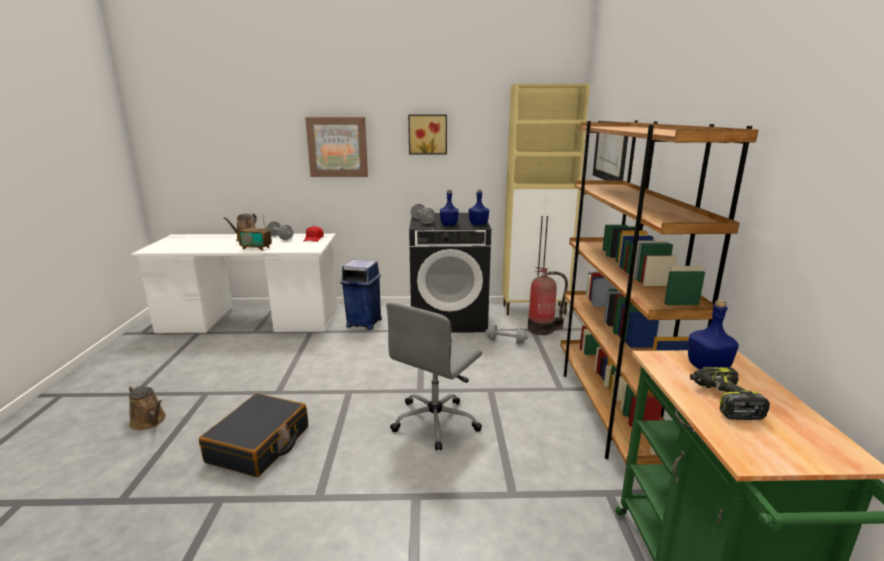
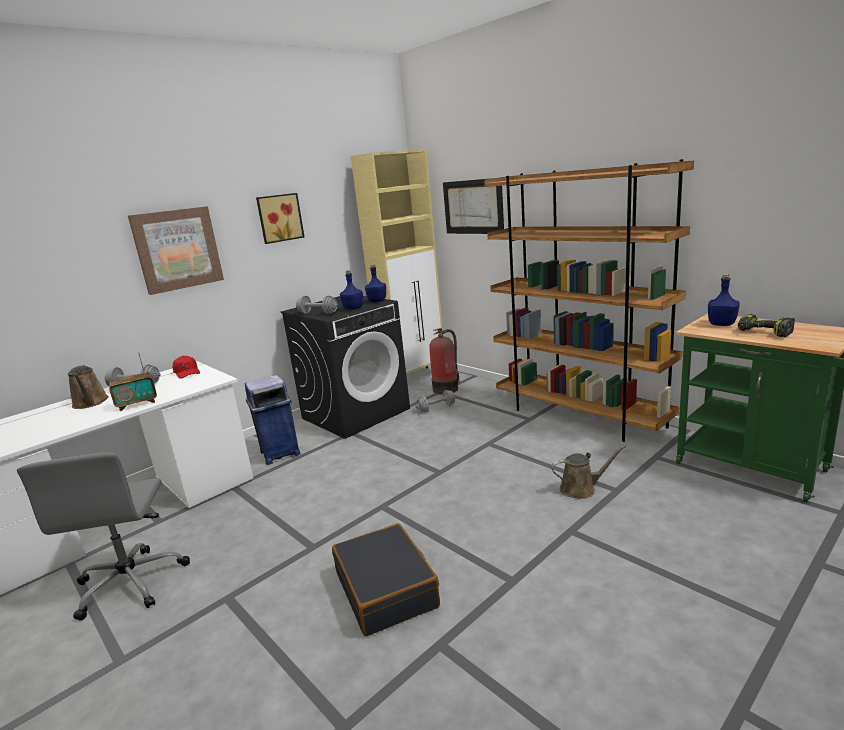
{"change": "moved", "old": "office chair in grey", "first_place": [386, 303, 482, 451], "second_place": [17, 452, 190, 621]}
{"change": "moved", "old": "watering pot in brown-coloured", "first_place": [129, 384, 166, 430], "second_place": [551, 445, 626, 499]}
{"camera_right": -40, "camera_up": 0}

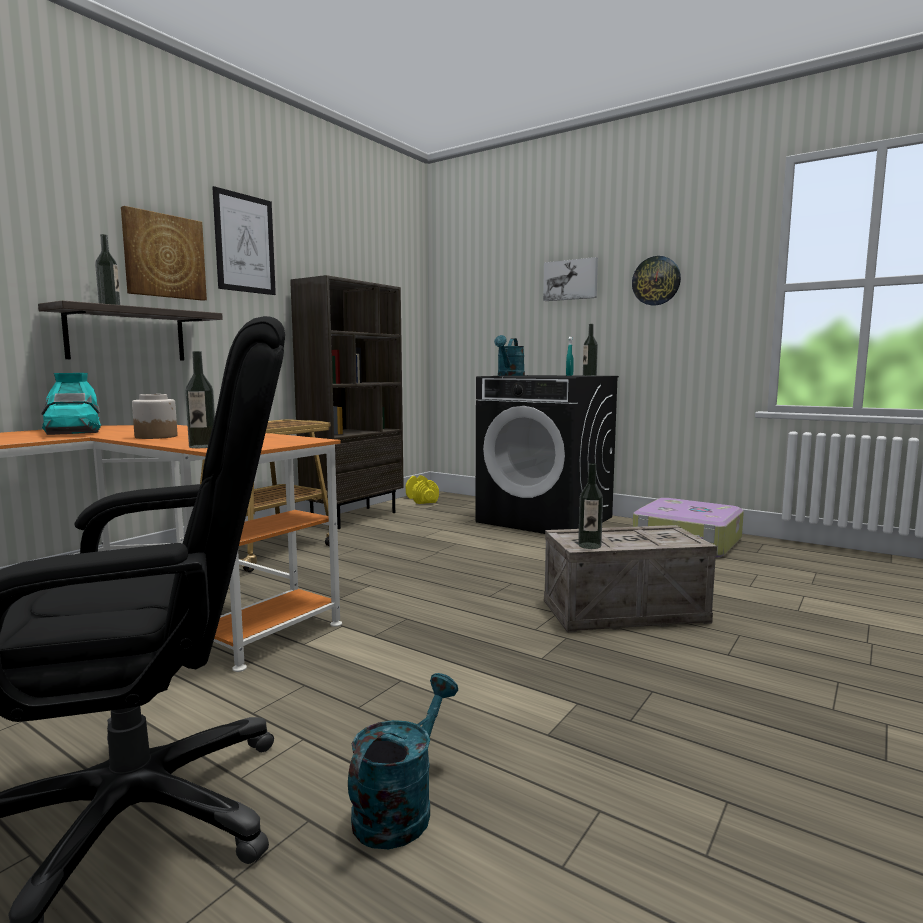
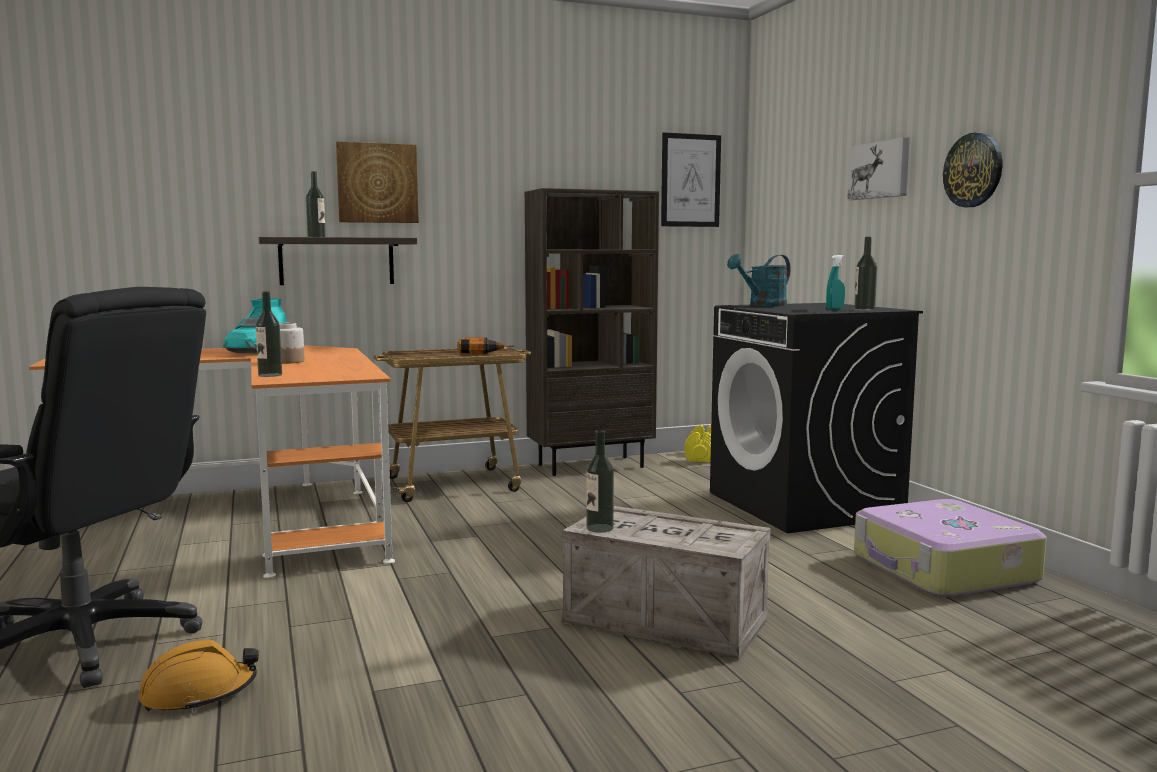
{"change": "replaced", "old": "watering pot in blue-green", "new": "safety helmet in orange-coloured", "first_place": [348, 673, 458, 849], "second_place": [139, 639, 259, 712]}
{"change": "added", "new": "drill", "second_place": [457, 337, 514, 354]}
{"change": "moved", "old": "wall art", "first_place": [212, 186, 276, 295], "second_place": [661, 132, 721, 227]}
{"camera_right": 35, "camera_up": 0}

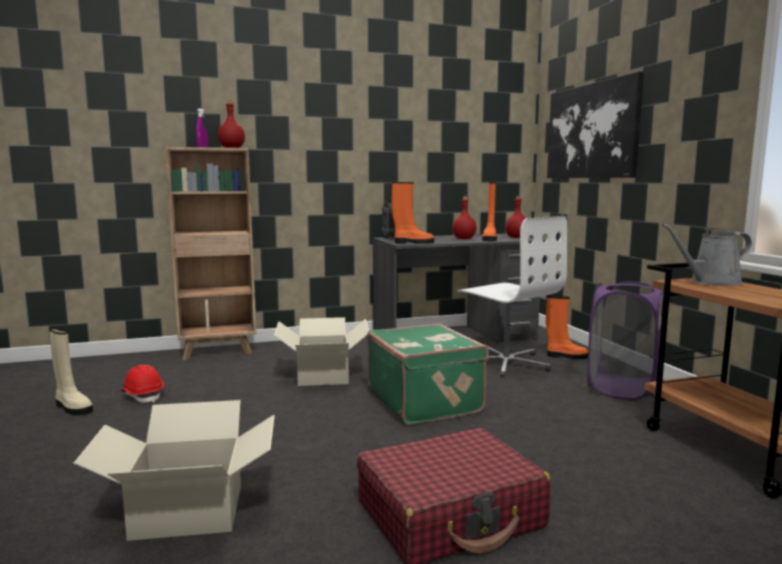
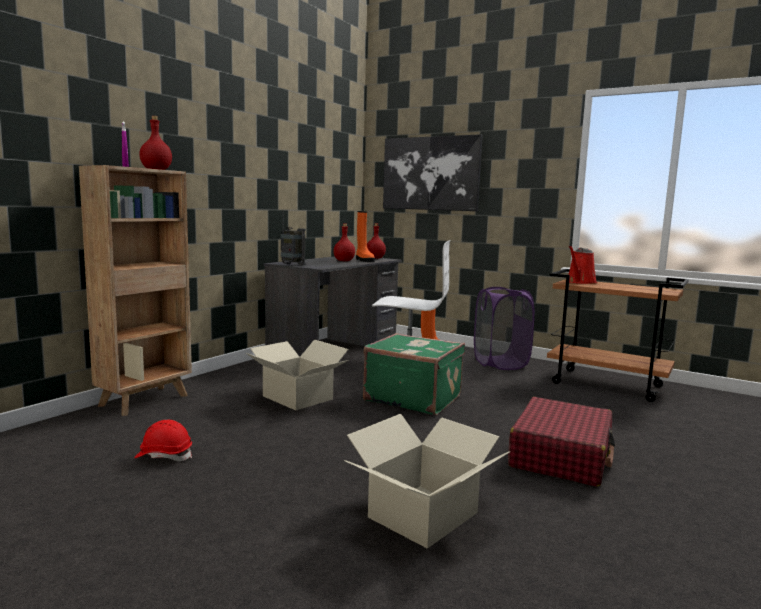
{"change": "recoloured", "old": "watering pot in grey", "new": "watering pot in red-coloured", "first_place": [662, 224, 752, 286], "second_place": [568, 246, 597, 284]}
{"change": "removed", "old": "high-top boot in beige", "first_place": [49, 328, 93, 415]}
{"change": "removed", "old": "high-top boot in orange-coloured", "first_place": [392, 182, 434, 244]}
{"camera_right": -40, "camera_up": 0}

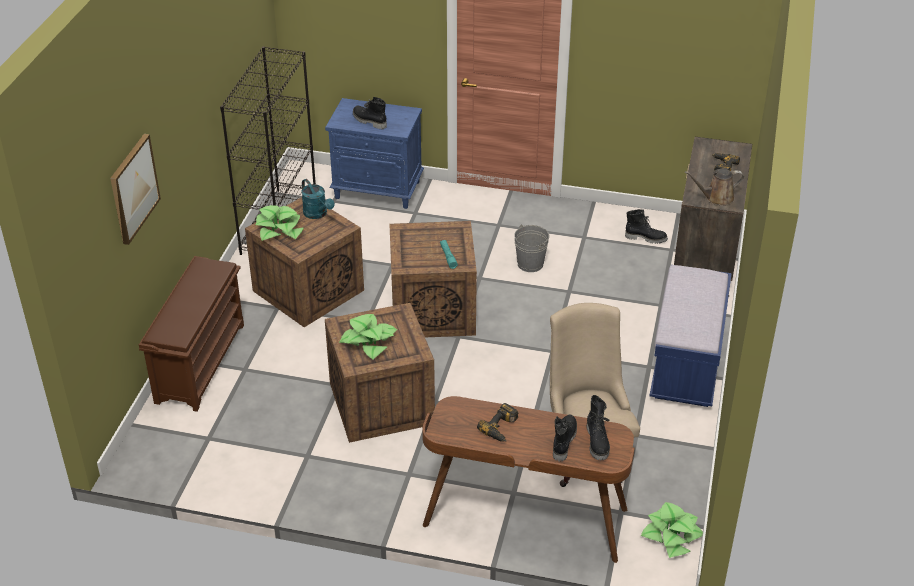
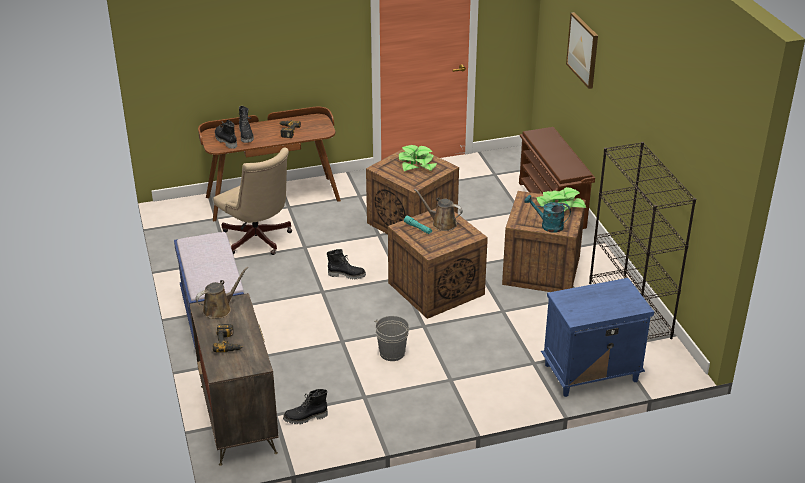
{"change": "moved", "old": "high-top boot in black-coloured", "first_place": [353, 97, 387, 129], "second_place": [327, 249, 366, 280]}
{"change": "added", "new": "watering pot in brown-coloured", "second_place": [414, 189, 463, 231]}
{"change": "removed", "old": "houseplant", "first_place": [641, 502, 703, 558]}
{"camera_right": 150, "camera_up": -5}

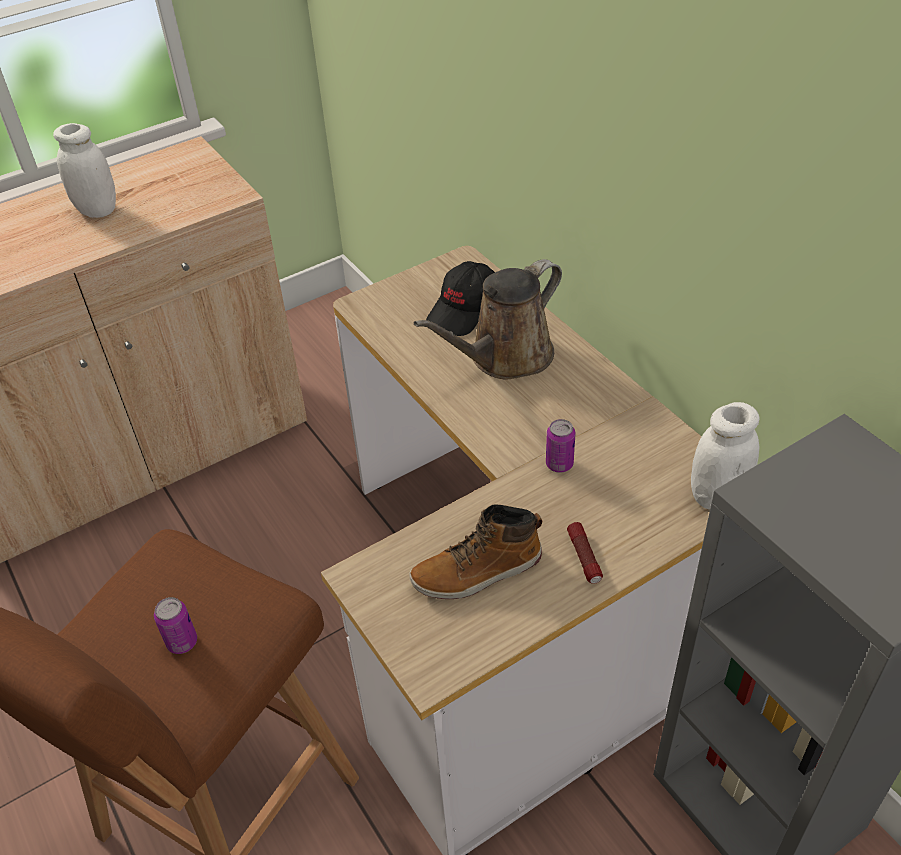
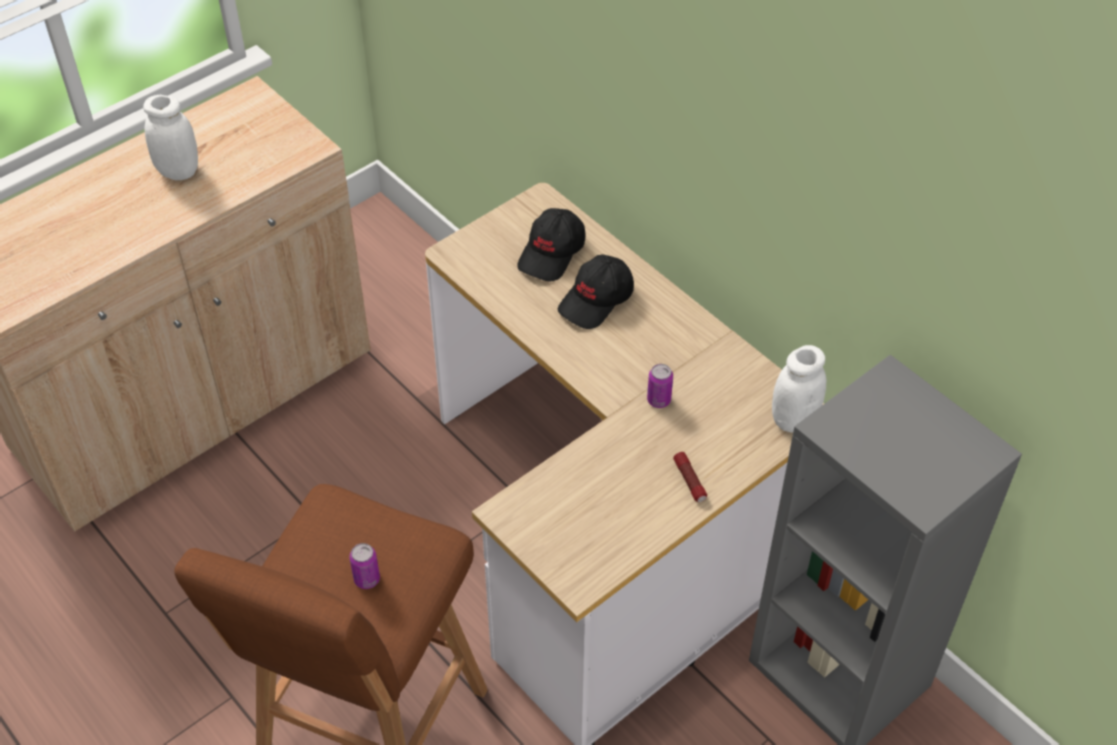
{"change": "replaced", "old": "watering pot in brown-coloured", "new": "peaked cap in black-coloured", "first_place": [414, 259, 562, 380], "second_place": [558, 254, 634, 329]}
{"change": "removed", "old": "high-top boot", "first_place": [409, 504, 542, 599]}
{"camera_right": -10, "camera_up": 5}

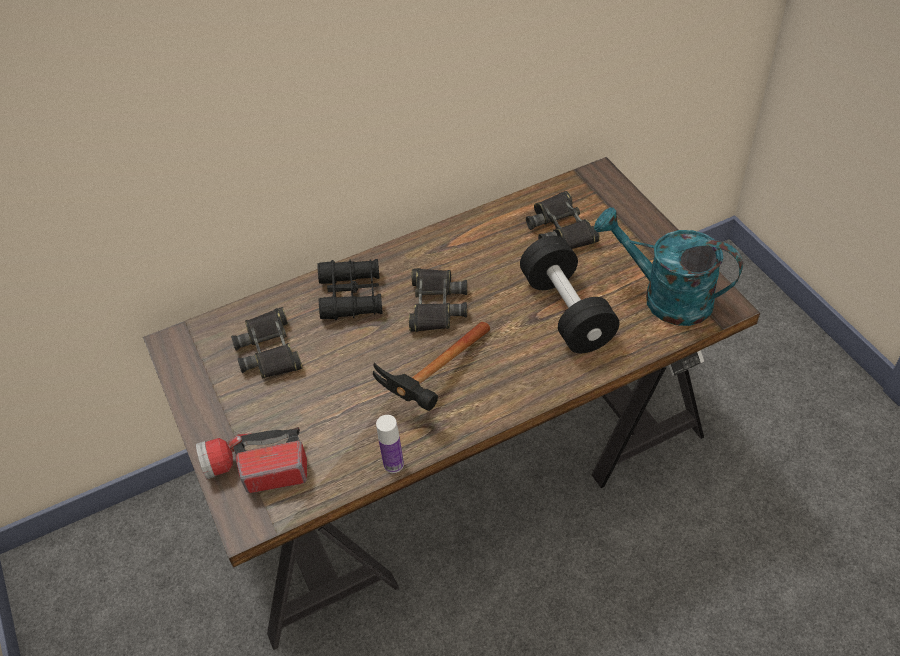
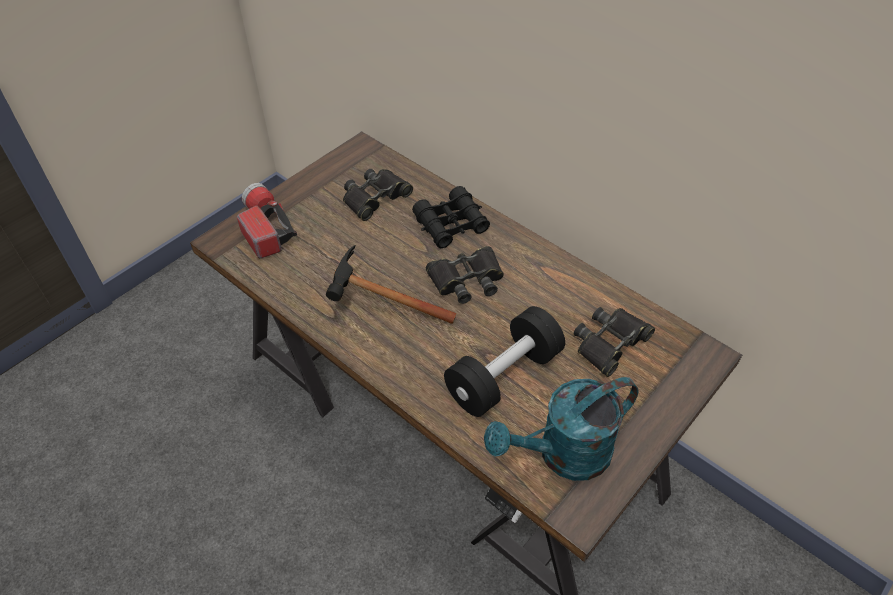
{"change": "turned", "old": "watering pot in blue-green", "first_place": [594, 207, 743, 326], "second_place": [484, 377, 638, 481], "degrees": -120}
{"change": "removed", "old": "beverage bottle", "first_place": [376, 415, 404, 473]}
{"camera_right": 65, "camera_up": 0}

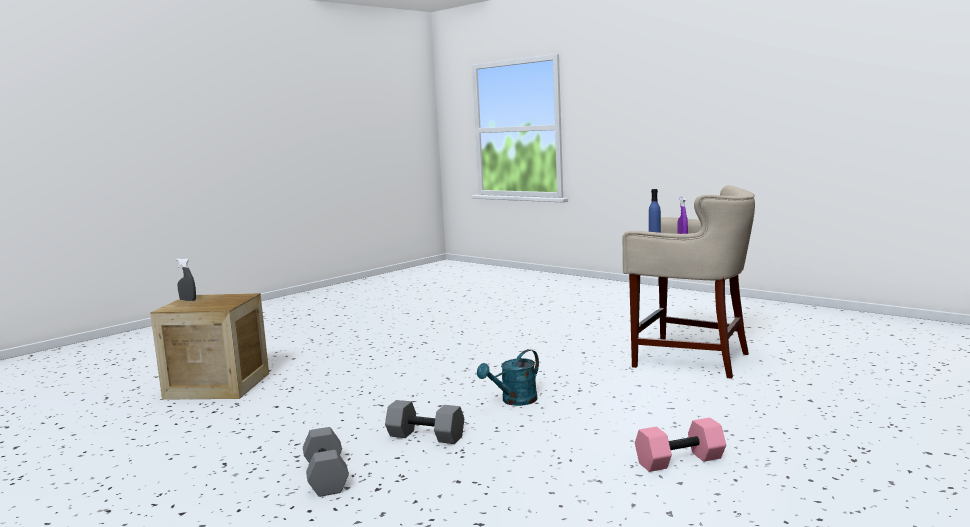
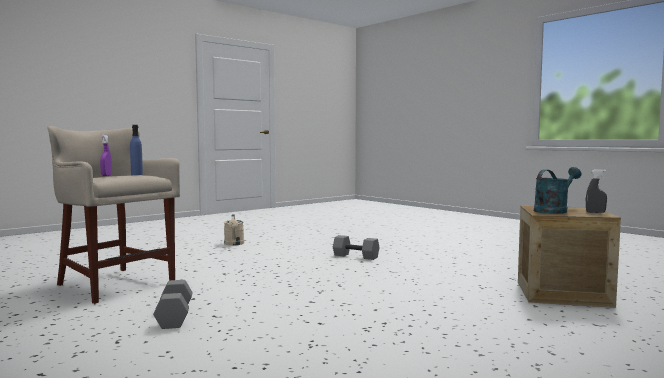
{"change": "moved", "old": "hand weight in grey", "first_place": [303, 427, 349, 497], "second_place": [153, 280, 193, 329]}
{"change": "replaced", "old": "hand weight in pink", "new": "watering pot in beige", "first_place": [635, 417, 726, 472], "second_place": [224, 214, 244, 246]}
{"change": "moved", "old": "watering pot in blue-green", "first_place": [477, 349, 539, 406], "second_place": [534, 167, 581, 214]}
{"camera_right": -175, "camera_up": -5}

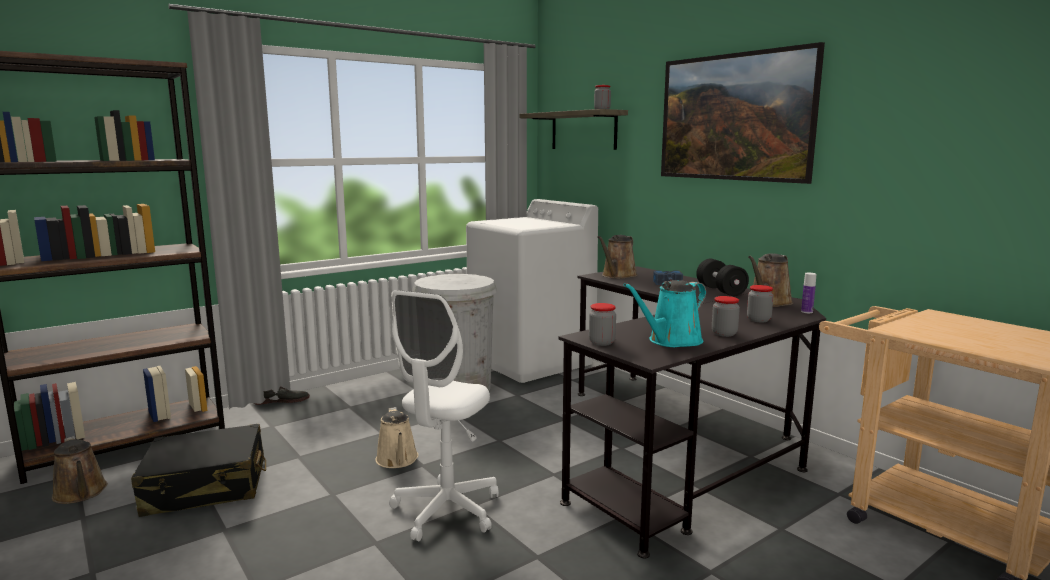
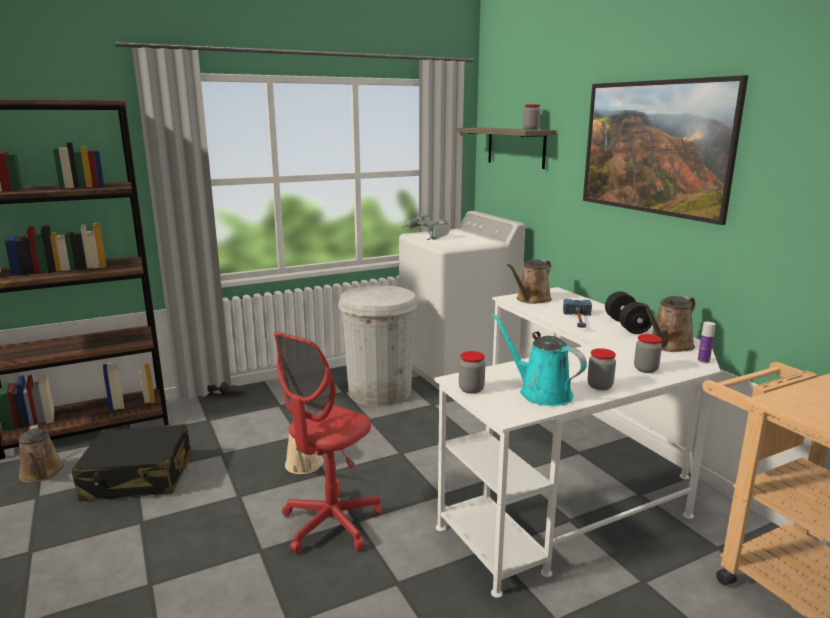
{"change": "recoloured", "old": "office chair in white-coloured", "new": "office chair in red-coloured", "first_place": [389, 290, 499, 541], "second_place": [274, 331, 382, 554]}
{"change": "added", "new": "drill", "second_place": [401, 213, 449, 240]}
{"change": "recoloured", "old": "desk unit in black-coloured", "new": "desk unit in white-coloured", "first_place": [558, 266, 826, 559], "second_place": [434, 287, 721, 598]}
{"change": "turned", "old": "watering pot in blue-green", "first_place": [623, 280, 706, 347], "second_place": [492, 313, 587, 406], "degrees": 75}
{"camera_right": 10, "camera_up": 5}

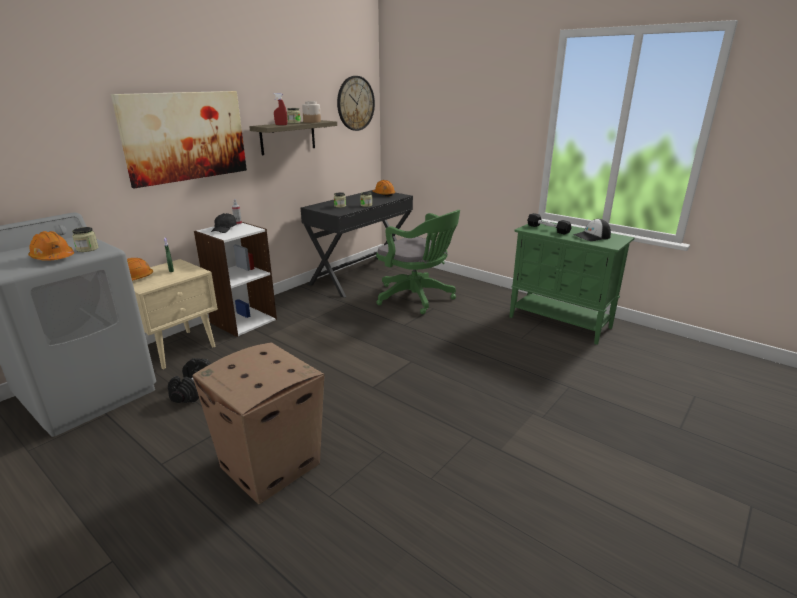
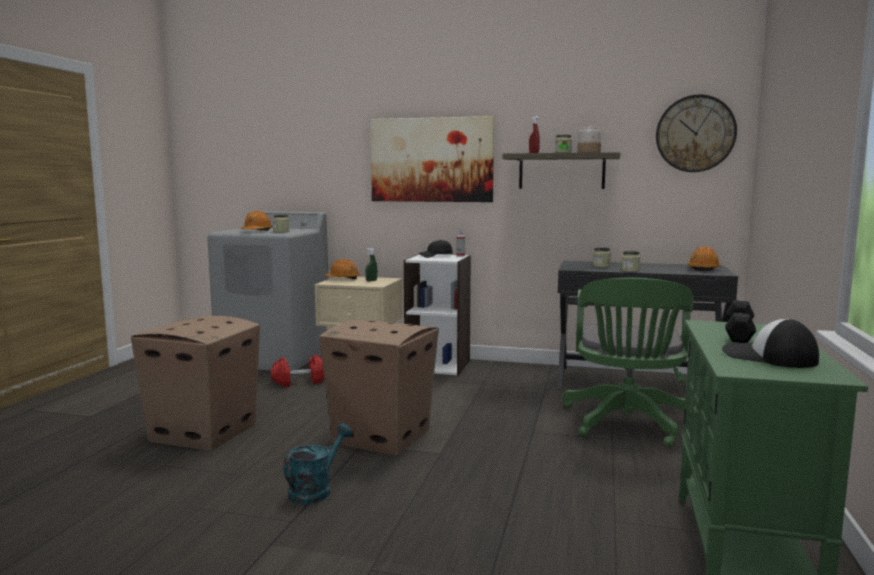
{"change": "recoloured", "old": "hand weight in black-coloured", "new": "hand weight in red-coloured", "first_place": [168, 358, 211, 403], "second_place": [271, 355, 325, 387]}
{"change": "added", "new": "watering pot in blue-green", "second_place": [283, 423, 352, 504]}
{"change": "added", "new": "packing box", "second_place": [319, 319, 439, 456]}
{"camera_right": 65, "camera_up": -15}

